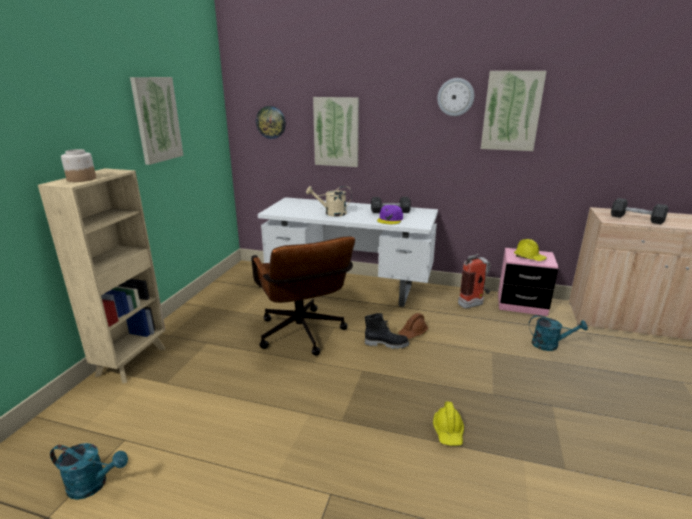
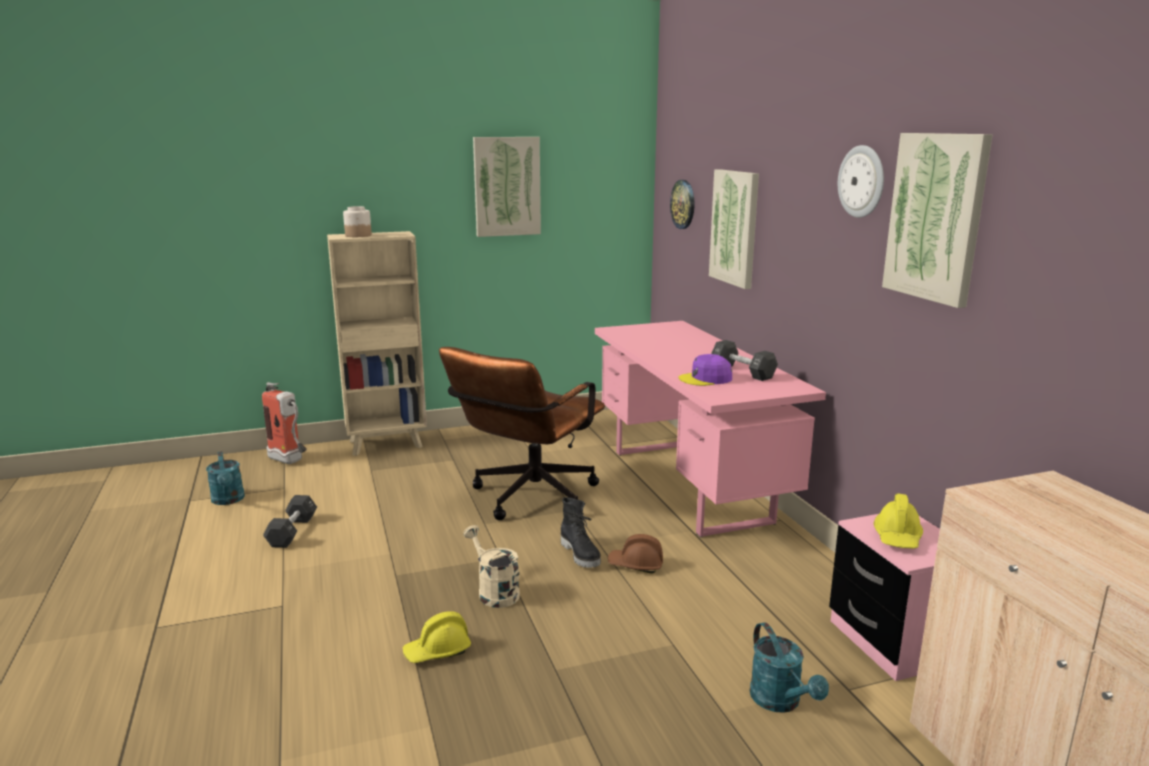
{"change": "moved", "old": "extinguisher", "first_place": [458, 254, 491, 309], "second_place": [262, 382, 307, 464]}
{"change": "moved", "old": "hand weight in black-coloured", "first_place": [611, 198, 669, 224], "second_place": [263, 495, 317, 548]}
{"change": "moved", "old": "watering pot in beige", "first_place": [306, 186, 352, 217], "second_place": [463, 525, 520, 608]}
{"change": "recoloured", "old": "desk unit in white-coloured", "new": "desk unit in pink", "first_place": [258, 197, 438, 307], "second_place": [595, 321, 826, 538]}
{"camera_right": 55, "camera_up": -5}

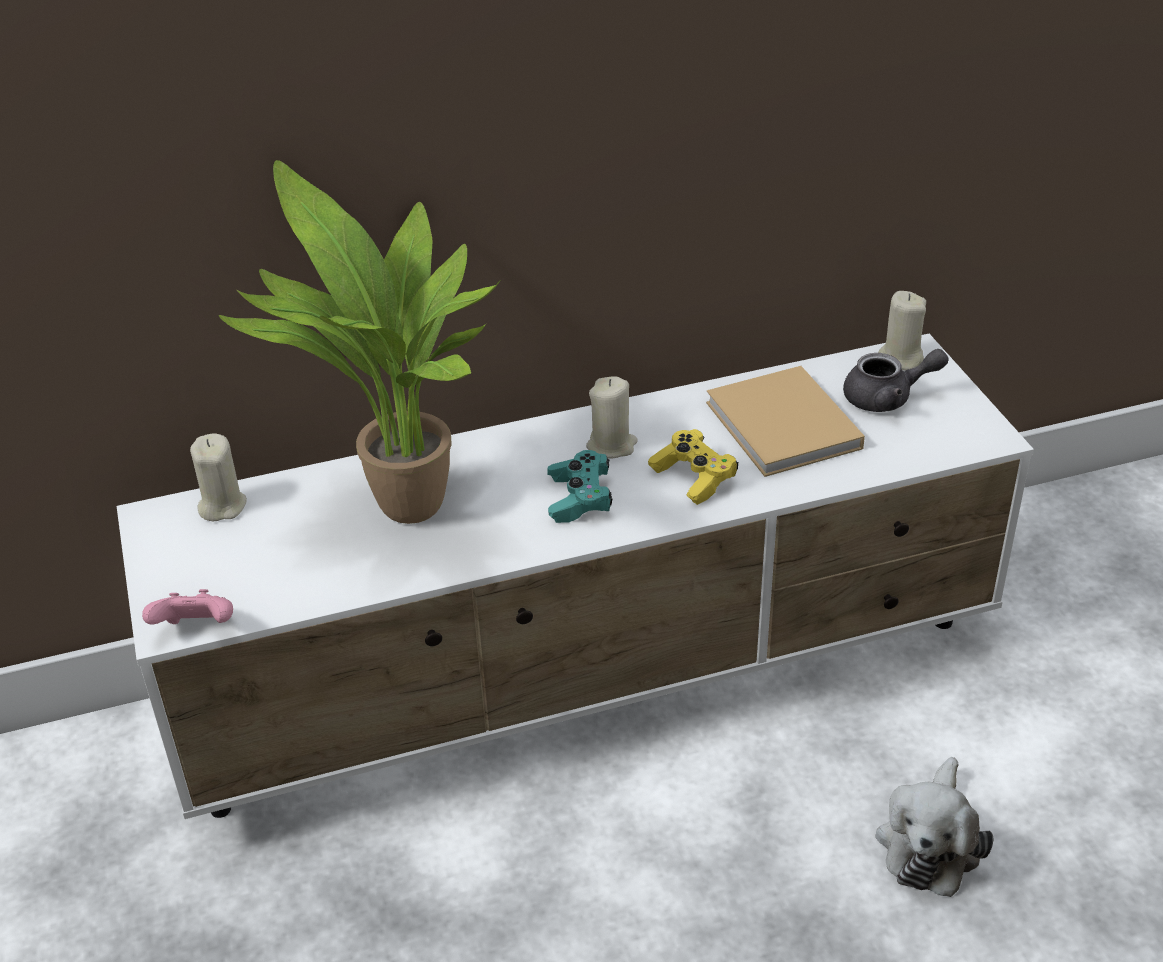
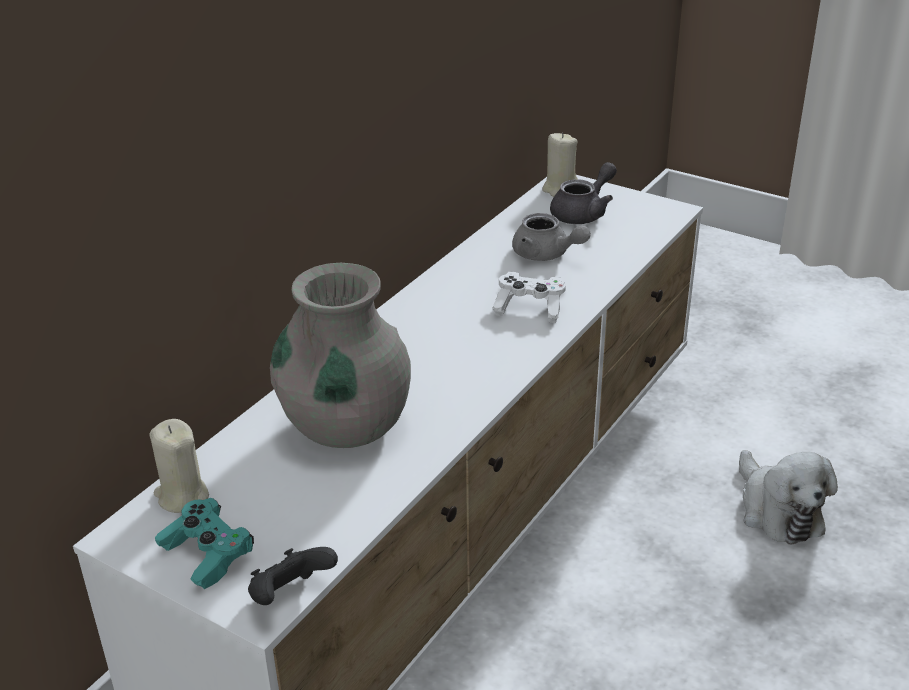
{"change": "moved", "old": "gamepad in blue-green", "first_place": [547, 450, 612, 523], "second_place": [155, 498, 254, 589]}
{"change": "recoloured", "old": "gamepad in pink", "new": "gamepad in black-coloured", "first_place": [142, 589, 233, 625], "second_place": [248, 547, 338, 605]}
{"change": "replaced", "old": "houseplant", "new": "vase in grey", "first_place": [219, 160, 500, 524], "second_place": [270, 263, 411, 448]}
{"change": "recoloured", "old": "gamepad in yellow-coloured", "new": "gamepad in white-coloured", "first_place": [648, 429, 738, 505], "second_place": [492, 272, 566, 323]}
{"change": "replaced", "old": "bound book in beige", "new": "pot for tea in grey", "first_place": [706, 366, 865, 477], "second_place": [512, 213, 591, 261]}
{"change": "removed", "old": "wax candle in beige", "first_place": [586, 376, 638, 459]}
{"camera_right": -40, "camera_up": -5}

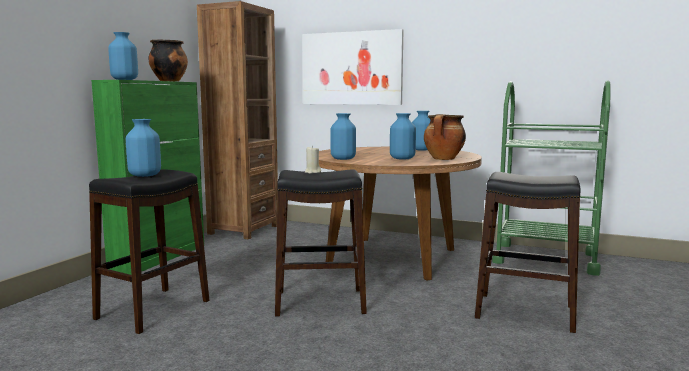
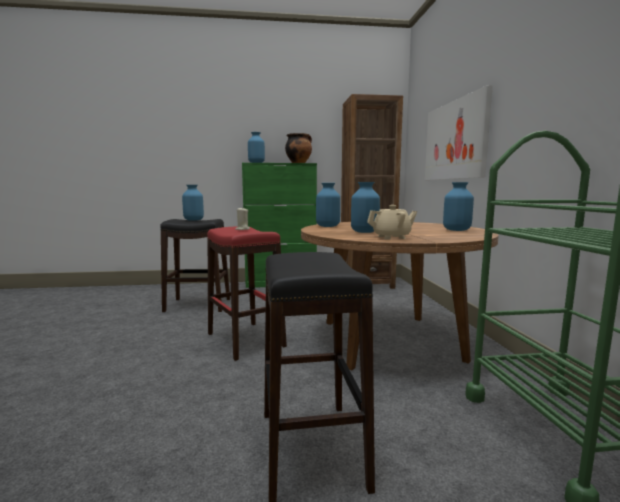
{"change": "recoloured", "old": "stool seat in black-coloured", "new": "stool seat in red-coloured", "first_place": [275, 169, 367, 316], "second_place": [207, 226, 287, 361]}
{"change": "replaced", "old": "cooking pot", "new": "pot for tea in beige", "first_place": [424, 114, 466, 160], "second_place": [367, 205, 417, 239]}
{"camera_right": 60, "camera_up": 0}

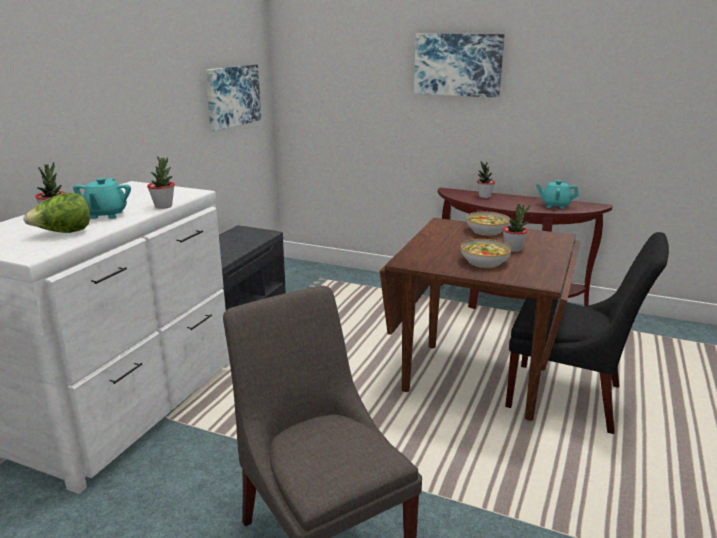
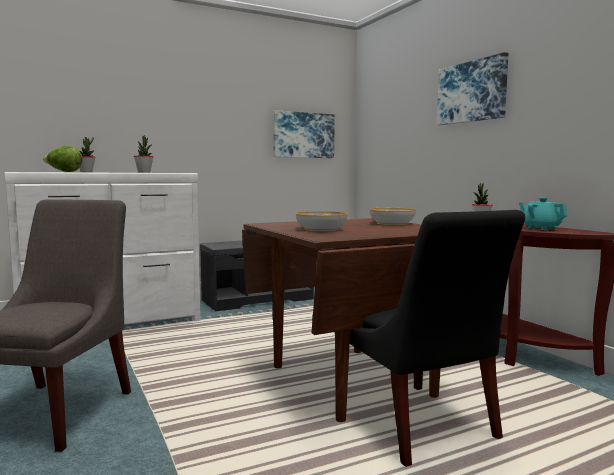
{"change": "removed", "old": "pot for tea in blue-green", "first_place": [73, 178, 131, 219]}
{"change": "removed", "old": "houseplant", "first_place": [503, 204, 530, 252]}
{"camera_right": 40, "camera_up": -15}

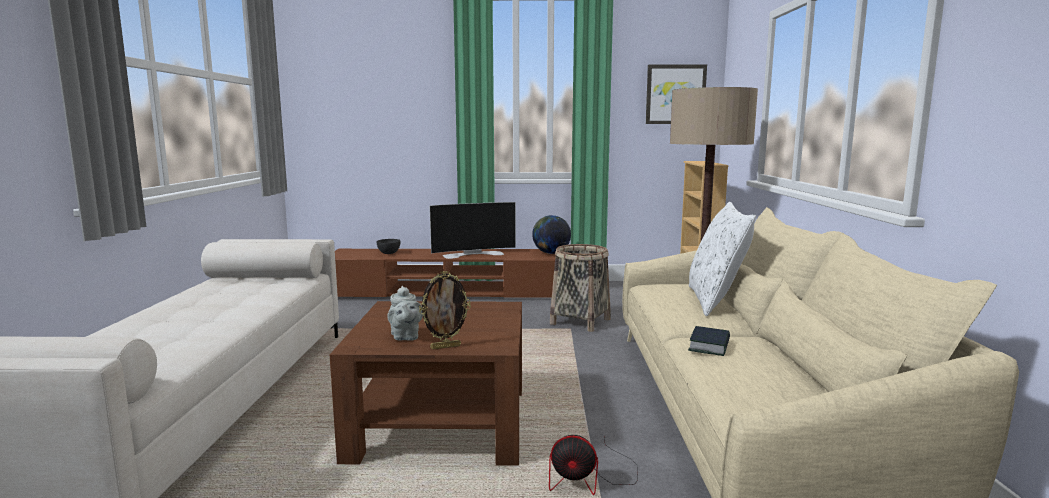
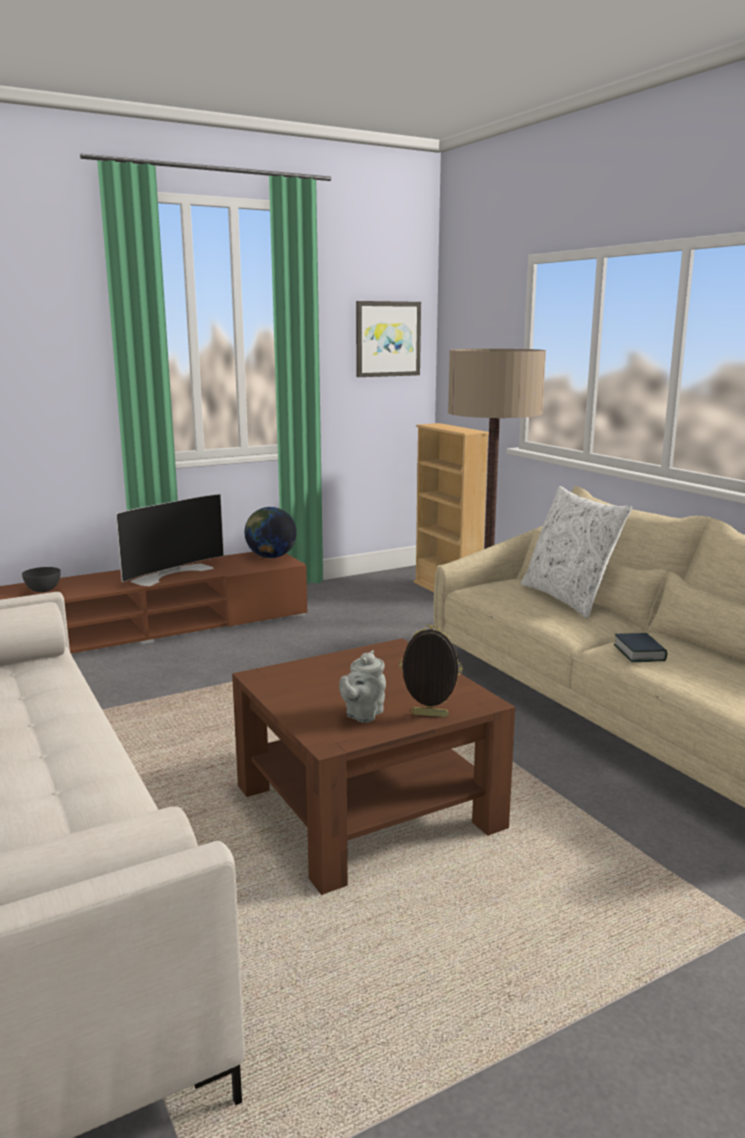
{"change": "turned", "old": "pot for tea in grey", "first_place": [387, 286, 423, 340], "second_place": [339, 650, 386, 723], "degrees": 75}
{"change": "turned", "old": "standing frame", "first_place": [419, 271, 471, 349], "second_place": [399, 625, 463, 717], "degrees": -120}
{"change": "removed", "old": "electric fan", "first_place": [549, 435, 638, 495]}
{"change": "removed", "old": "storage basket", "first_place": [550, 244, 611, 332]}
{"camera_right": -30, "camera_up": 5}

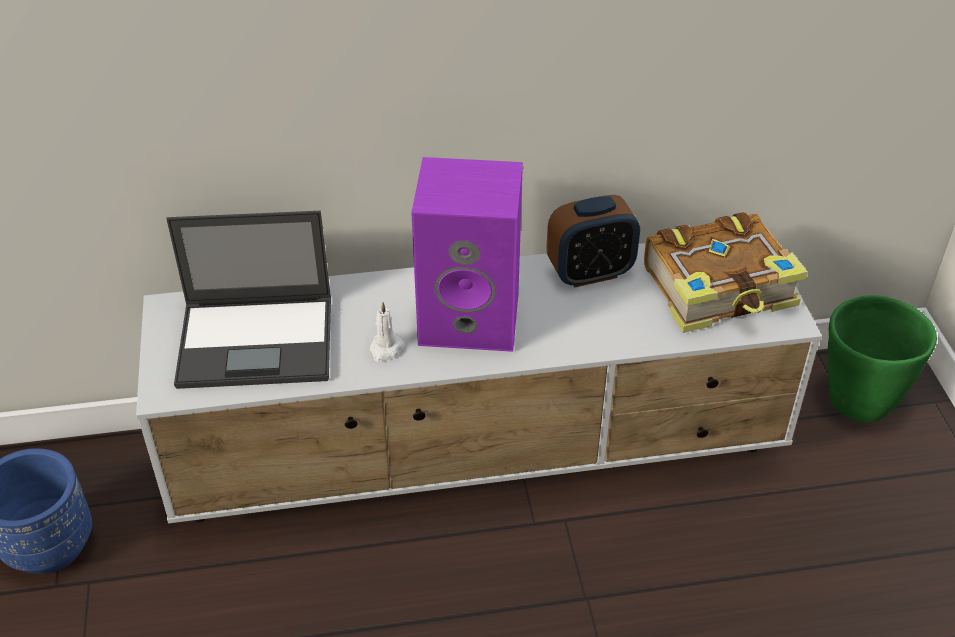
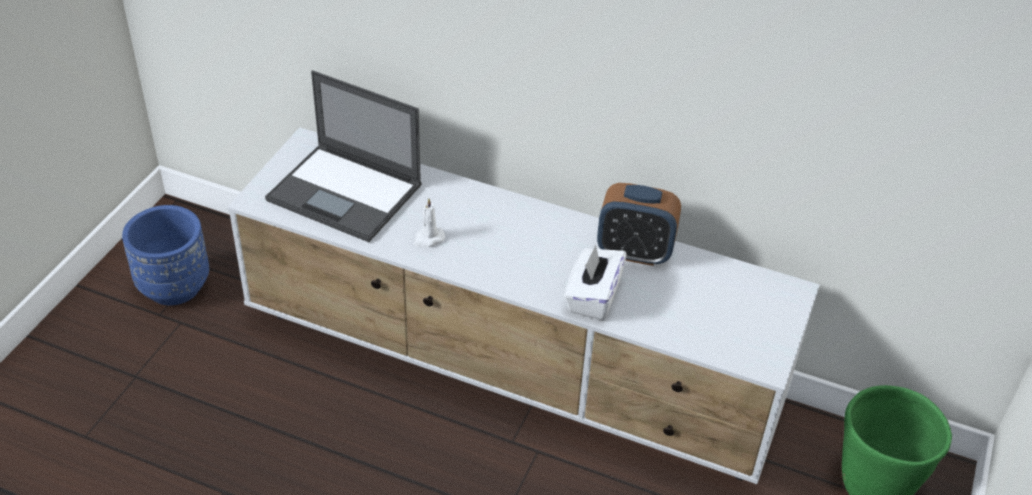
{"change": "added", "new": "tissue holder in white-coloured", "second_place": [564, 245, 627, 320]}
{"change": "removed", "old": "loudspeaker in purple", "first_place": [411, 157, 523, 352]}
{"change": "removed", "old": "bound book", "first_place": [644, 212, 808, 333]}
{"camera_right": 30, "camera_up": 0}

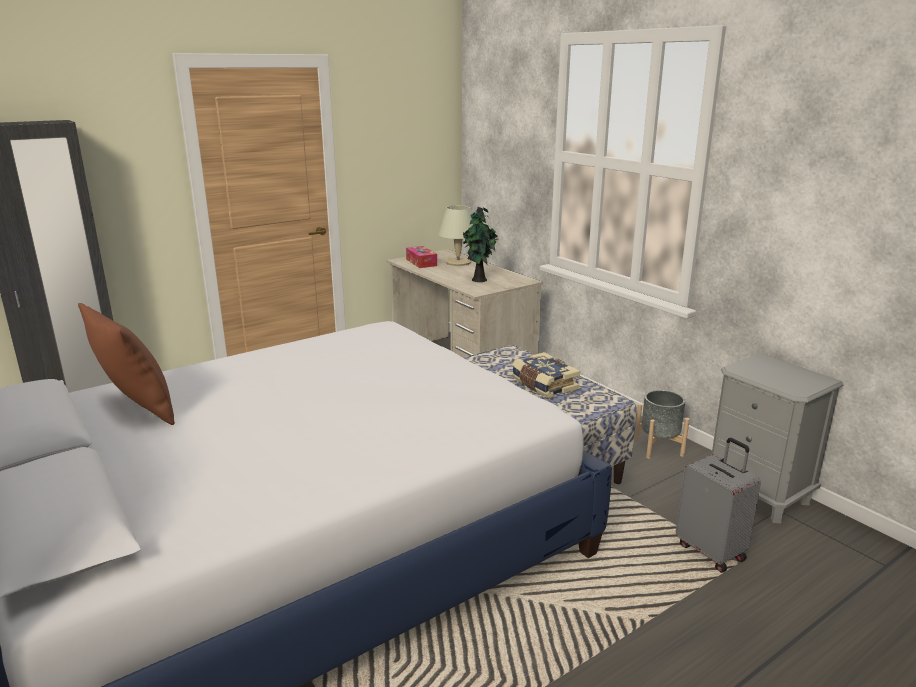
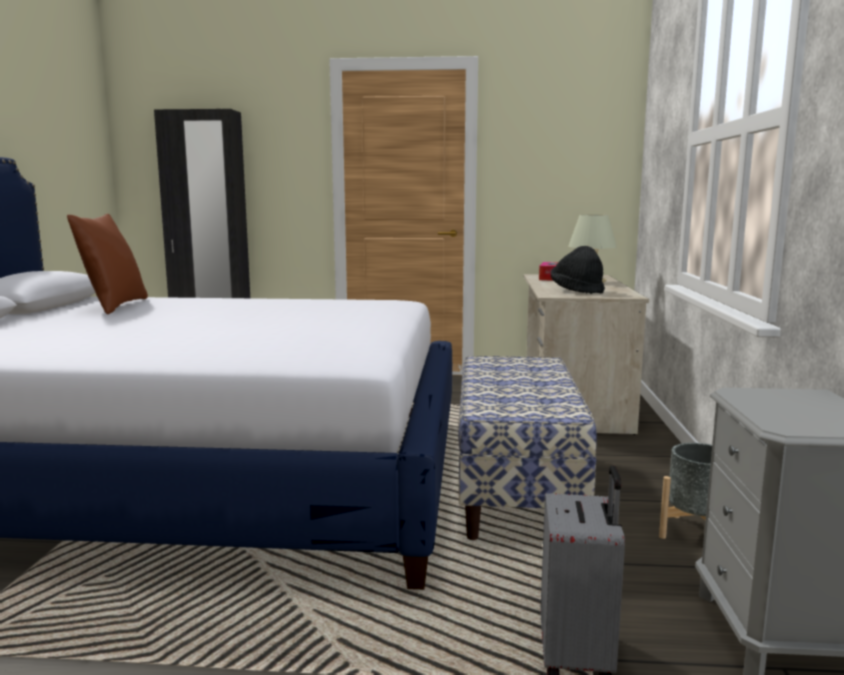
{"change": "replaced", "old": "houseplant", "new": "wearable hat in black-coloured", "first_place": [463, 207, 498, 282], "second_place": [551, 246, 605, 294]}
{"change": "removed", "old": "bound book", "first_place": [512, 352, 580, 398]}
{"camera_right": 40, "camera_up": -10}

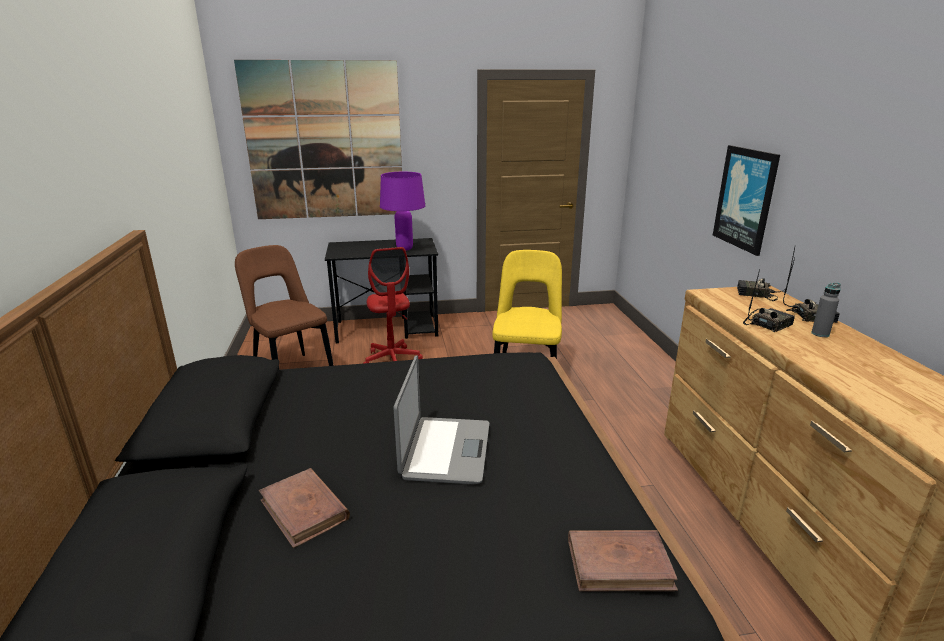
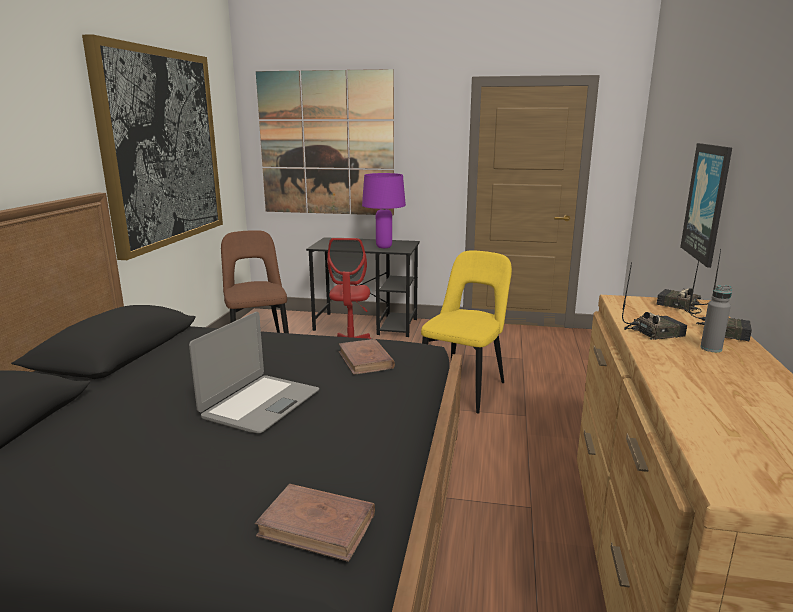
{"change": "added", "new": "wall art", "second_place": [82, 34, 223, 260]}
{"change": "moved", "old": "bound book in brown-coloured", "first_place": [259, 468, 350, 548], "second_place": [339, 339, 395, 375]}
{"camera_right": 20, "camera_up": -5}

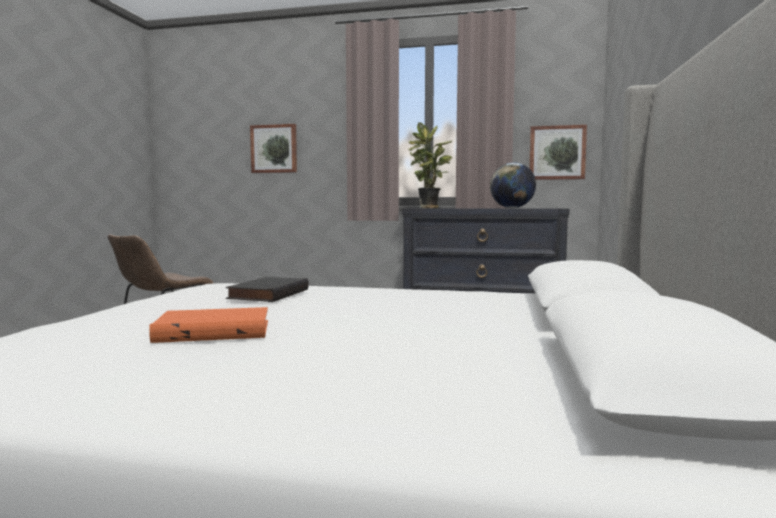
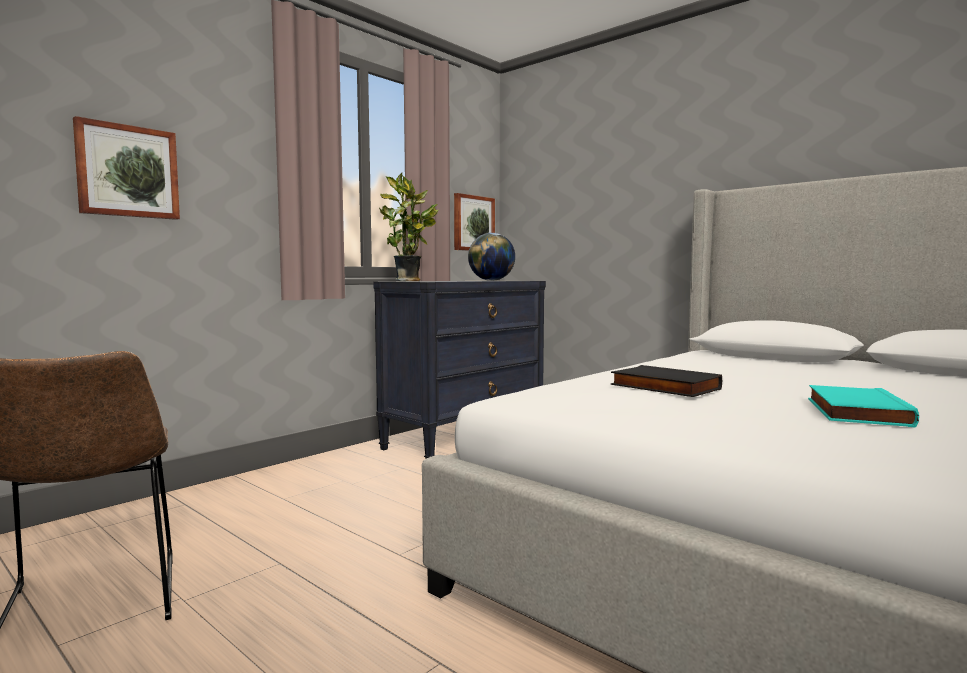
{"change": "recoloured", "old": "bound book in orange-coloured", "new": "bound book in blue-green", "first_place": [149, 307, 268, 343], "second_place": [808, 385, 919, 428]}
{"camera_right": -60, "camera_up": 0}

